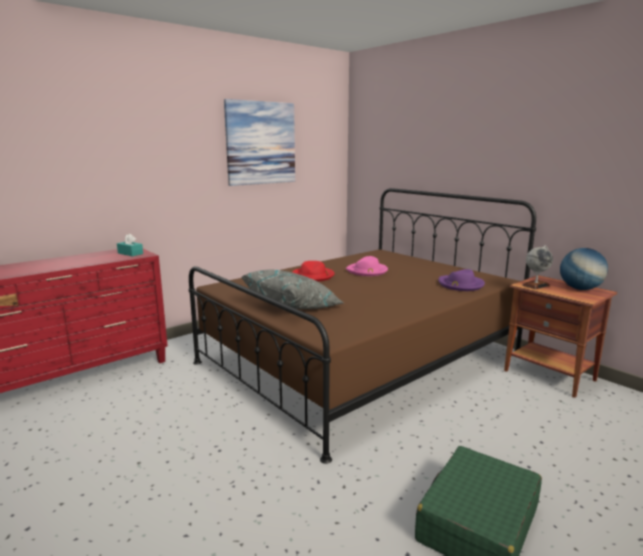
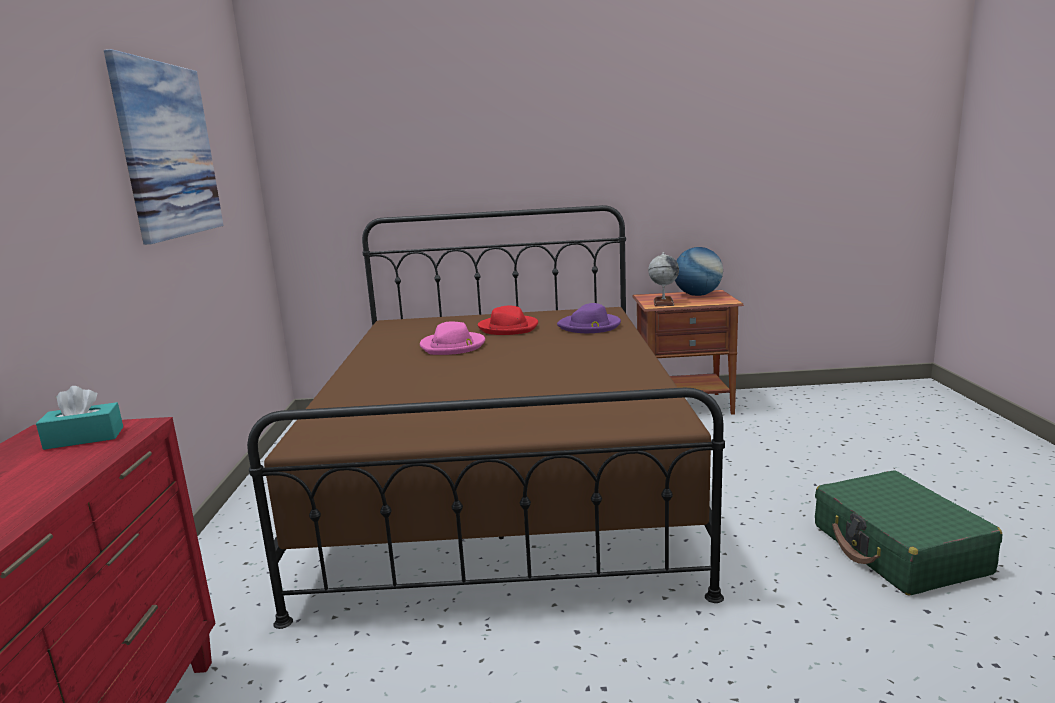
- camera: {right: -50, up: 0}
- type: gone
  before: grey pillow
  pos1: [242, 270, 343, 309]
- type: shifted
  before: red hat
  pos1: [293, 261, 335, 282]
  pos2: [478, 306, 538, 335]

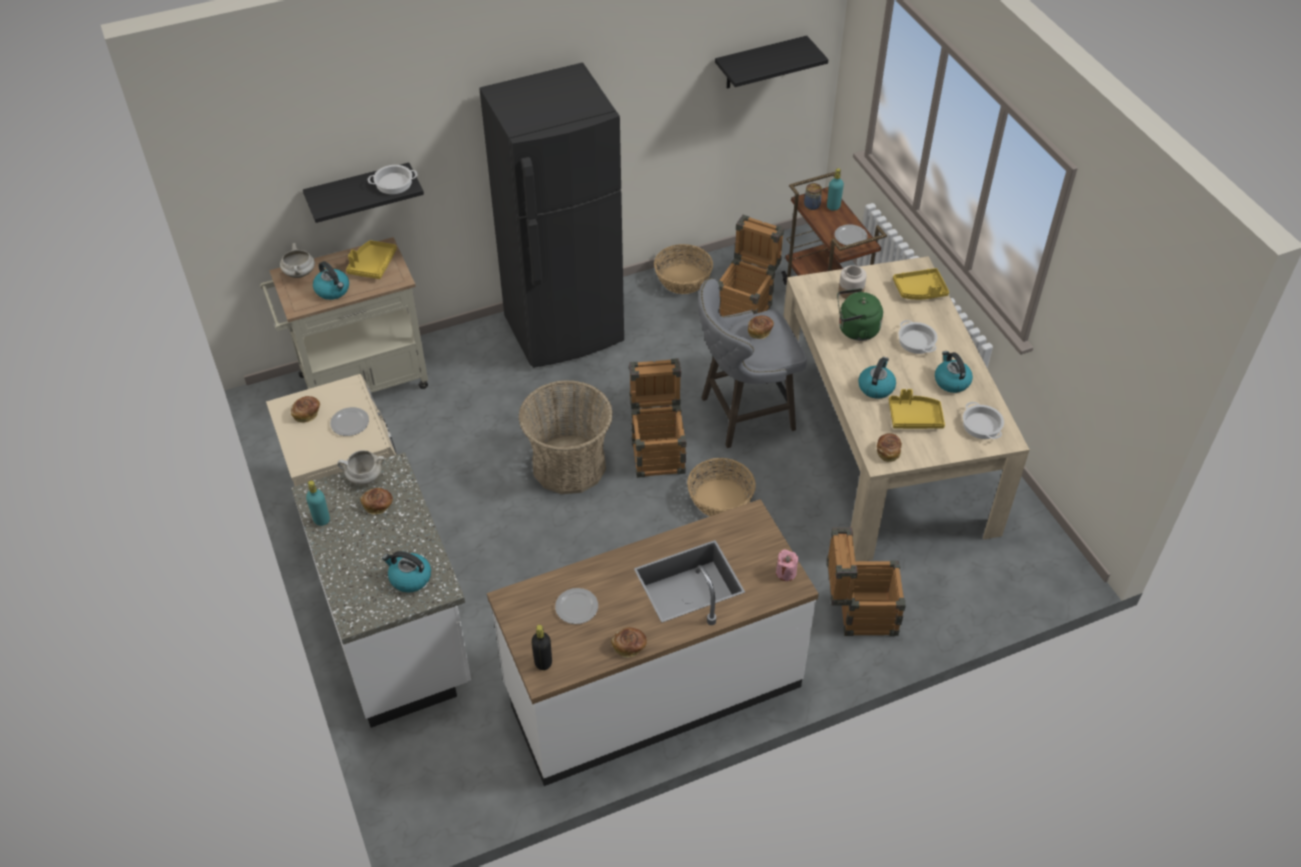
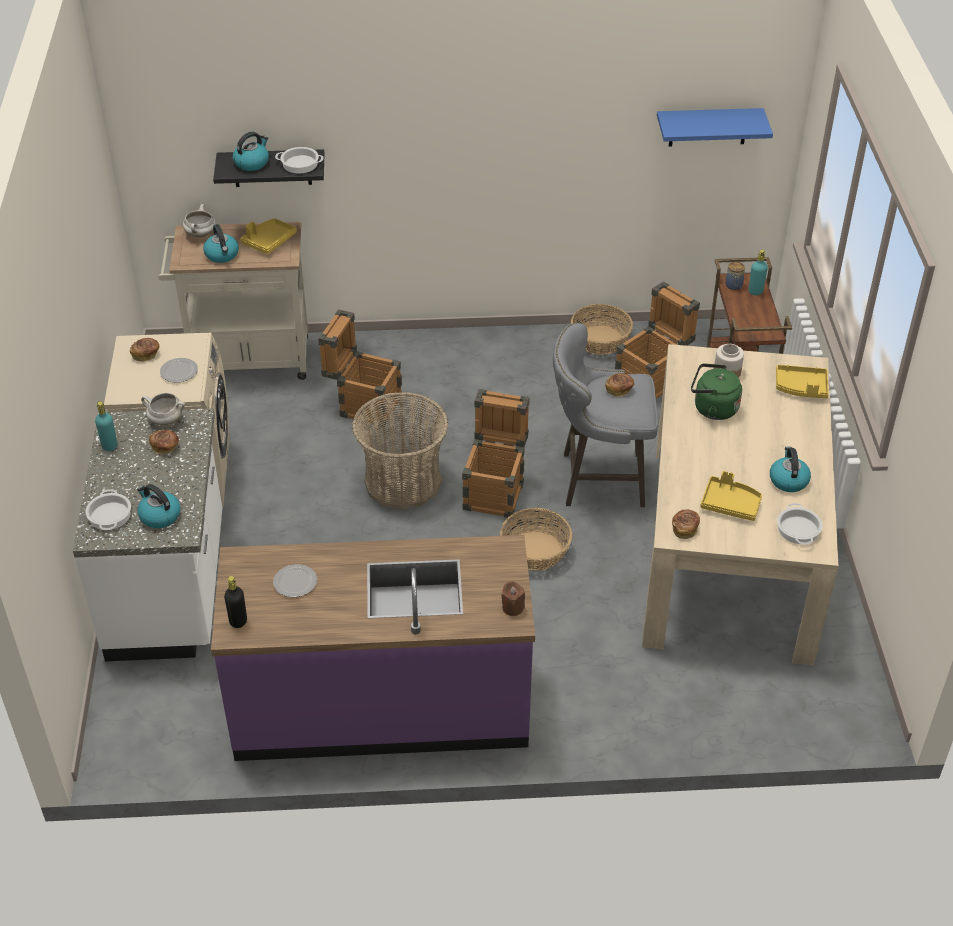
- camera: {right: 20, up: -5}
- type: gone
  before: black fridge
  pos1: [479, 62, 624, 368]
- type: repainted
  before: white counter
  after: purple counter
  pos1: [487, 499, 819, 786]
  pos2: [211, 535, 535, 761]
- type: gone
  before: bread
  pos1: [611, 627, 647, 658]
- type: repainted
  before: black shelf
  after: blue shelf
  pos1: [715, 36, 828, 89]
  pos2: [657, 108, 773, 147]
- type: repainted
  before: pink candle
  after: brown candle
  pos1: [776, 549, 798, 581]
  pos2: [501, 581, 525, 616]
- type: shifted
  before: crate
  pos1: [827, 528, 906, 636]
  pos2: [318, 309, 402, 427]
- type: gone
  before: plate
  pos1: [834, 224, 868, 246]
- type: shifted
  before: kettle
  pos1: [858, 357, 896, 399]
  pos2: [233, 132, 269, 171]
- type: shifted
  before: cooking pot
  pos1: [898, 320, 937, 354]
  pos2: [85, 489, 131, 530]

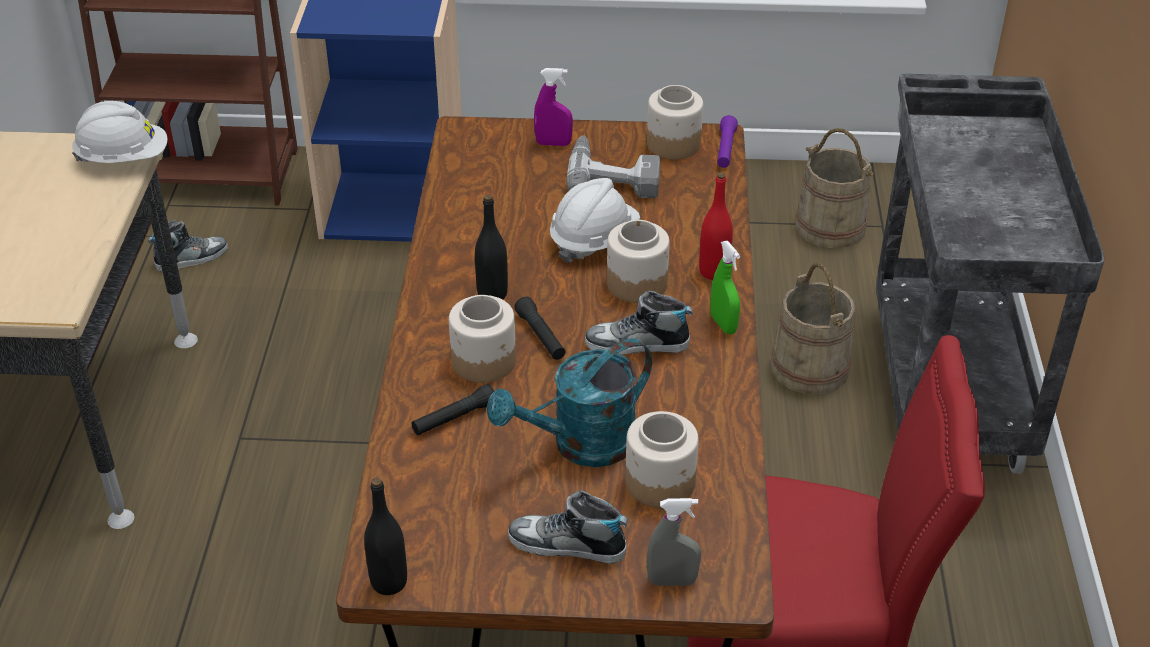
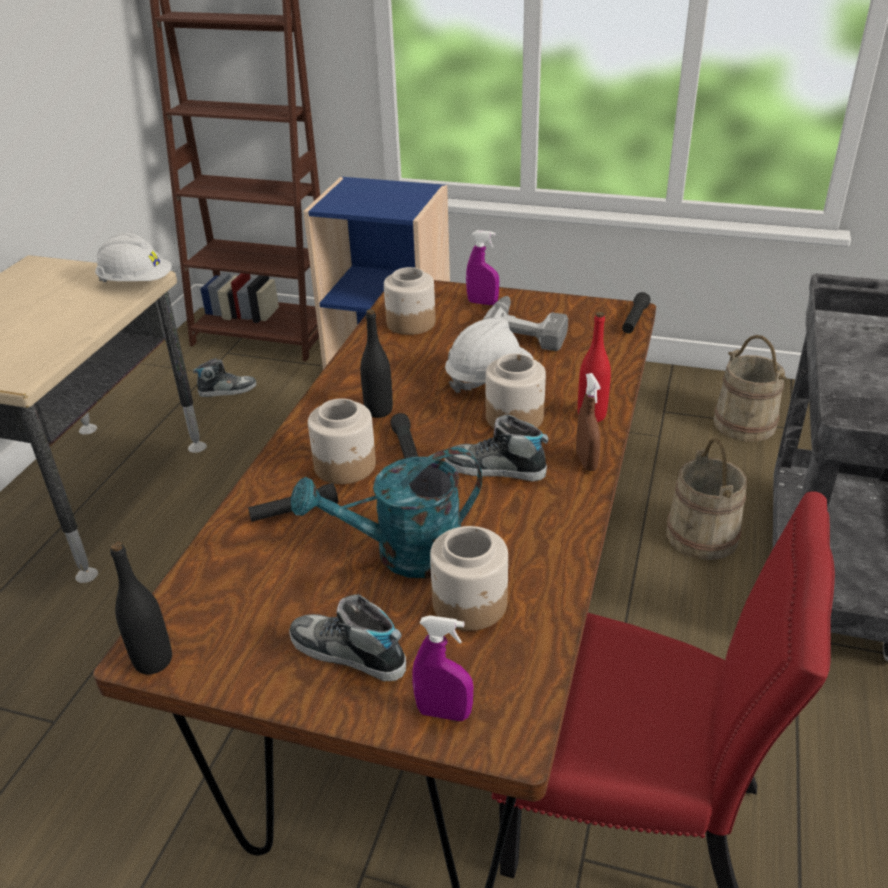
- camera: {right: 15, up: -5}
- type: shifted
  before: jar
  pos1: [647, 85, 703, 160]
  pos2: [384, 267, 435, 335]
- type: repainted
  before: grey spray bottle
  after: purple spray bottle
  pos1: [647, 498, 701, 586]
  pos2: [412, 615, 473, 721]
- type: repainted
  before: green spray bottle
  after: brown spray bottle
  pos1: [710, 241, 740, 334]
  pos2: [576, 373, 601, 471]
- type: repainted
  before: purple flashlight
  after: black flashlight
  pos1: [717, 115, 738, 168]
  pos2: [622, 292, 651, 333]

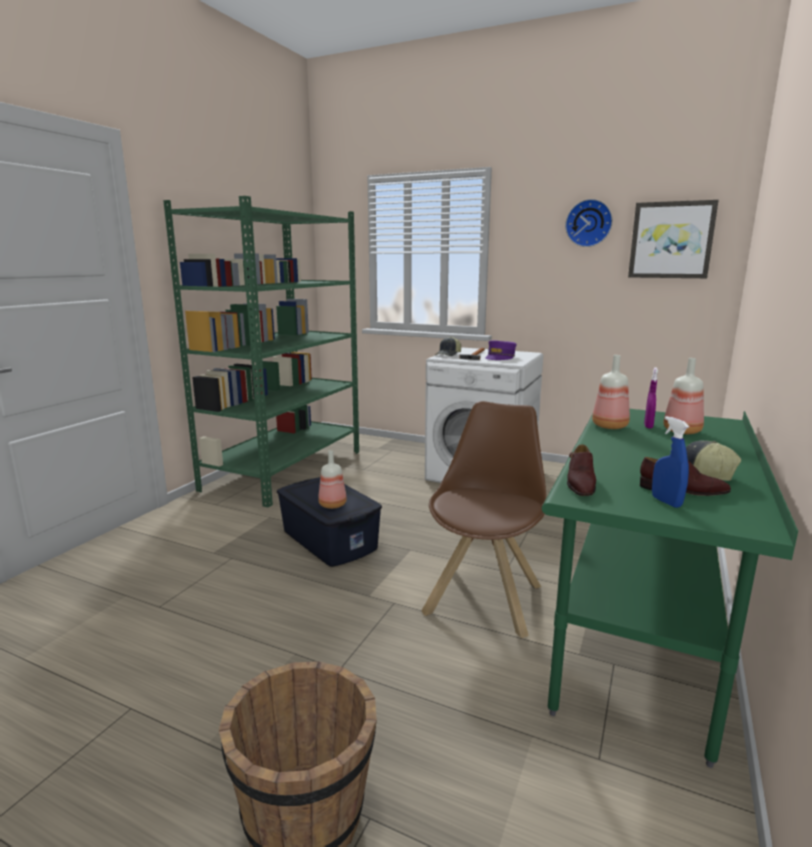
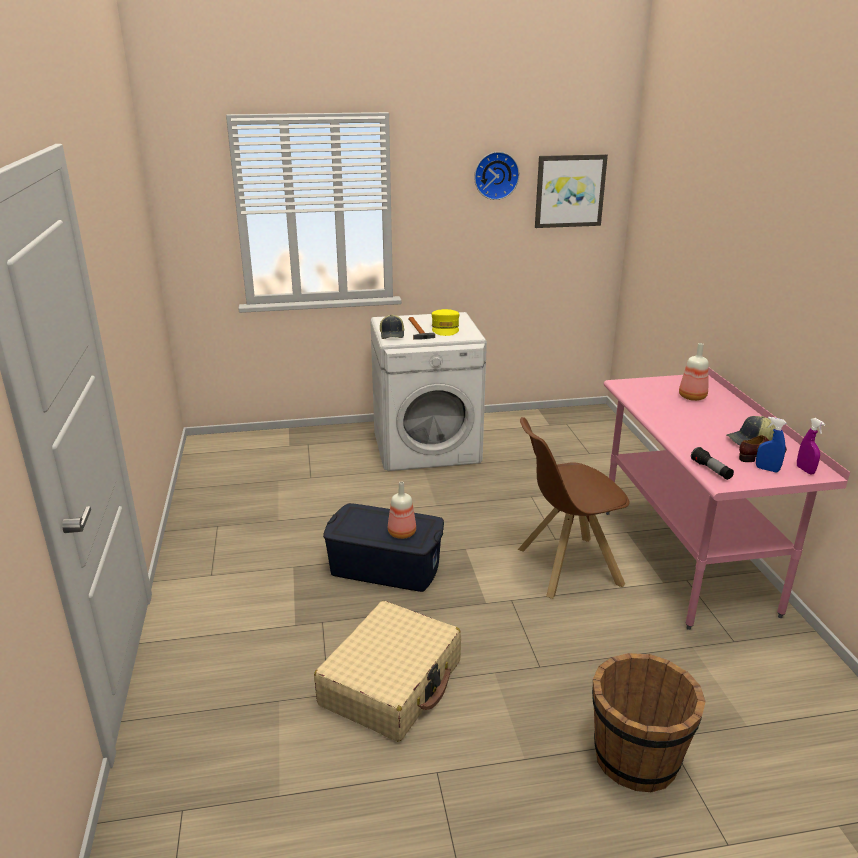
- camera: {right: -35, up: 10}
- type: gone
  before: green bookcase
  pos1: [163, 196, 359, 507]
- type: rotated
  before: brown chair
  pos1: [421, 401, 546, 638]
  pos2: [518, 417, 630, 599]
  turn: -90
- type: repainted
  before: purple cap
  after: yellow cap
  pos1: [485, 340, 517, 360]
  pos2: [431, 309, 460, 336]
- type: repainted
  before: green desk
  after: pink desk
  pos1: [542, 409, 798, 768]
  pos2: [604, 368, 850, 630]
- type: swapped
  before: brown shoe
  after: flashlight
  pos1: [567, 444, 596, 496]
  pos2: [691, 447, 734, 480]
- type: gone
  before: bottle
  pos1: [592, 355, 630, 429]
- type: shifted
  before: purple spray bottle
  pos1: [644, 367, 658, 428]
  pos2: [797, 418, 826, 474]
- type: new
  after: beige suitcase
  pos2: [314, 601, 461, 742]

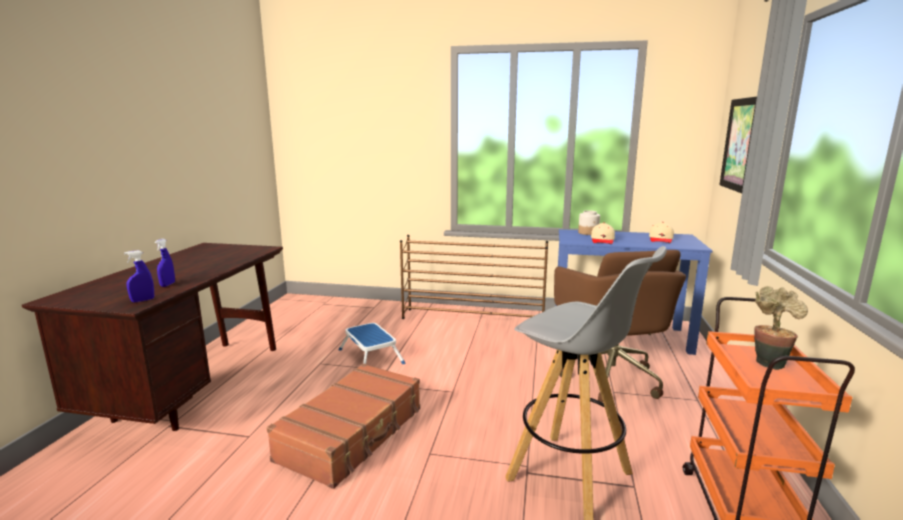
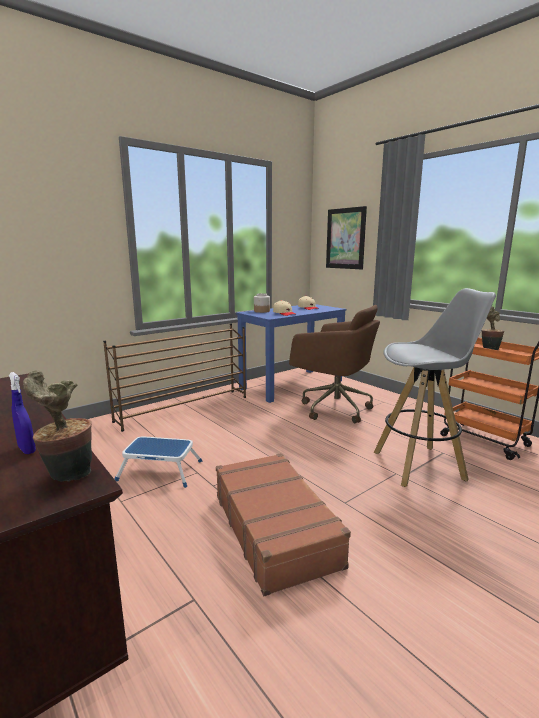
- camera: {right: -50, up: 0}
- type: swapped
  before: blue spray bottle
  after: potted plant
  pos1: [124, 250, 154, 302]
  pos2: [23, 370, 92, 482]

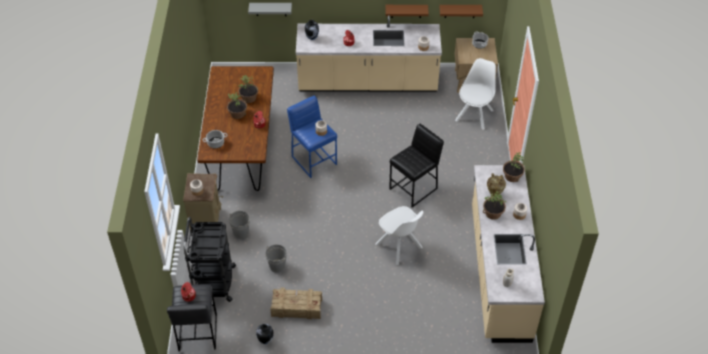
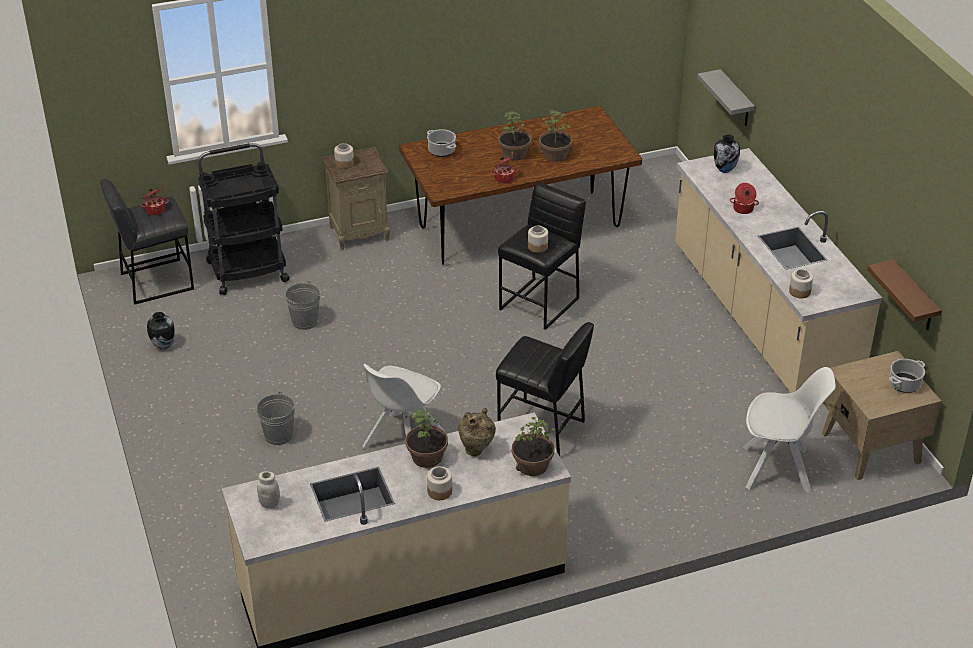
- camera: {right: 70, up: -10}
- type: shifted
  before: grey bucket
  pos1: [229, 211, 250, 238]
  pos2: [257, 391, 295, 445]
- type: gone
  before: crate
  pos1: [270, 288, 322, 319]
- type: repainted
  before: blue stool
  after: black stool
  pos1: [287, 95, 337, 178]
  pos2: [498, 182, 586, 330]
- type: gone
  before: brown shelf
  pos1: [385, 5, 429, 18]

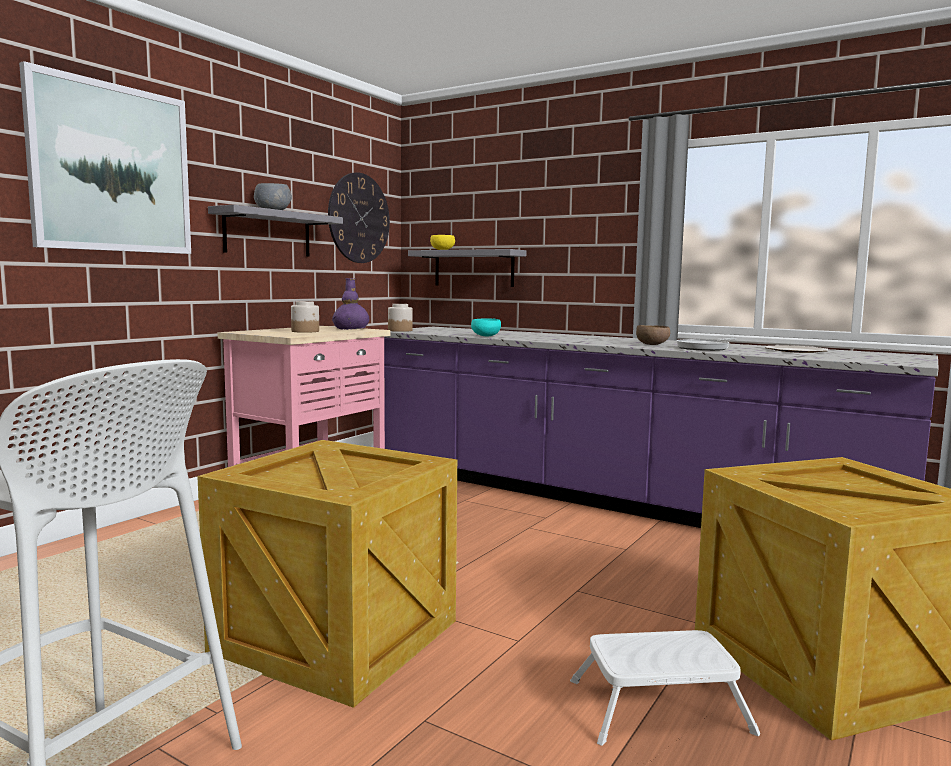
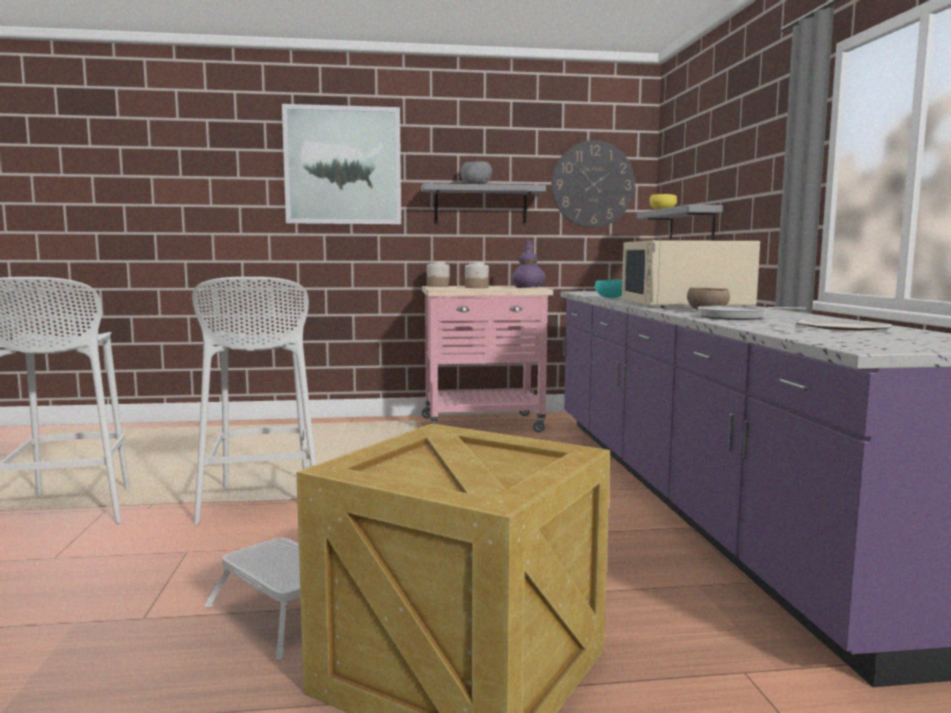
- camera: {right: 50, up: 0}
- type: swapped
  before: crate
  after: white stool
  pos1: [197, 440, 457, 708]
  pos2: [192, 277, 316, 524]
- type: shifted
  before: jar
  pos1: [388, 304, 413, 332]
  pos2: [427, 261, 450, 287]
- type: new
  after: beige microwave
  pos2: [622, 240, 760, 308]

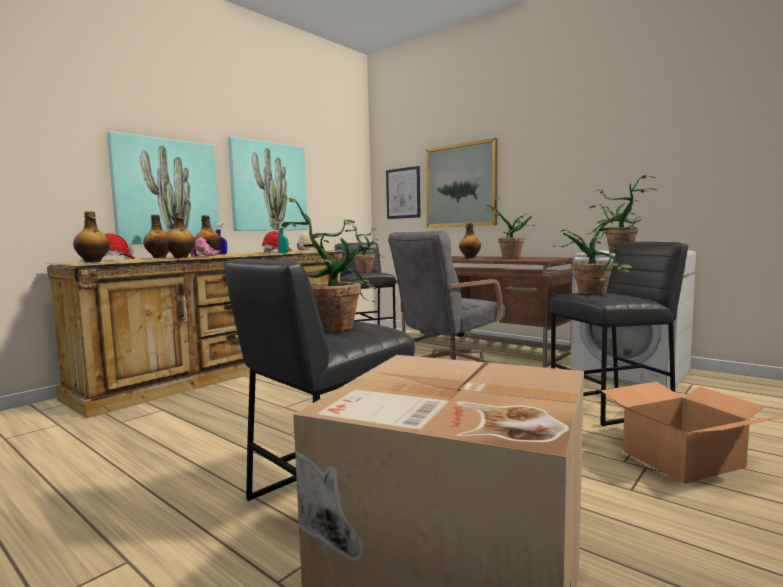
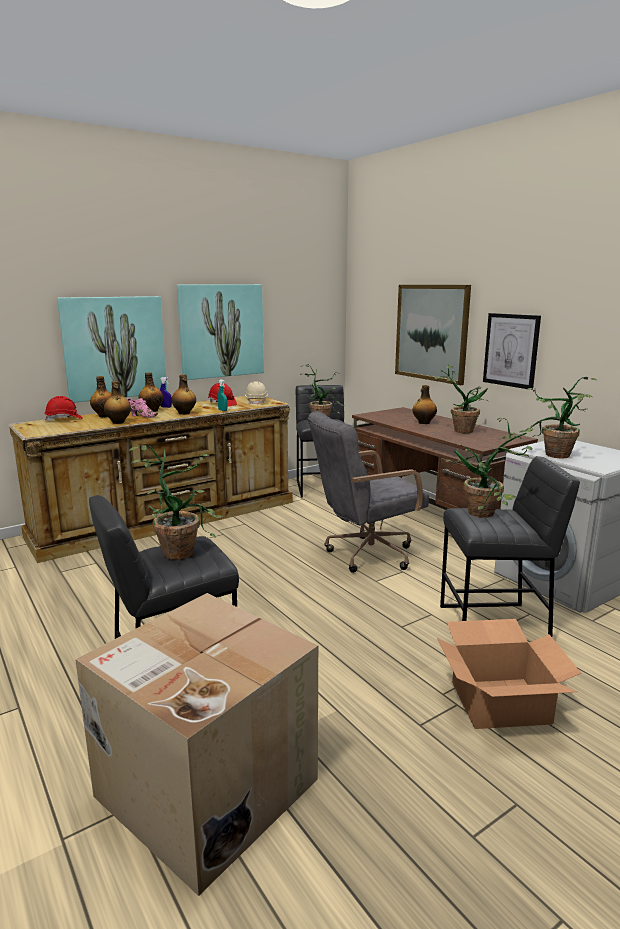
- camera: {right: 15, up: 10}
- type: shifted
  before: bottle
  pos1: [73, 211, 110, 263]
  pos2: [171, 374, 196, 415]
- type: shifted
  before: picture
  pos1: [386, 166, 420, 219]
  pos2: [483, 313, 541, 390]

